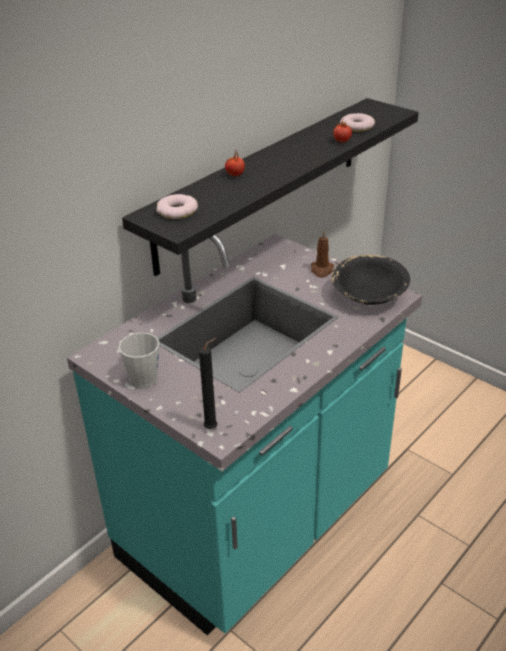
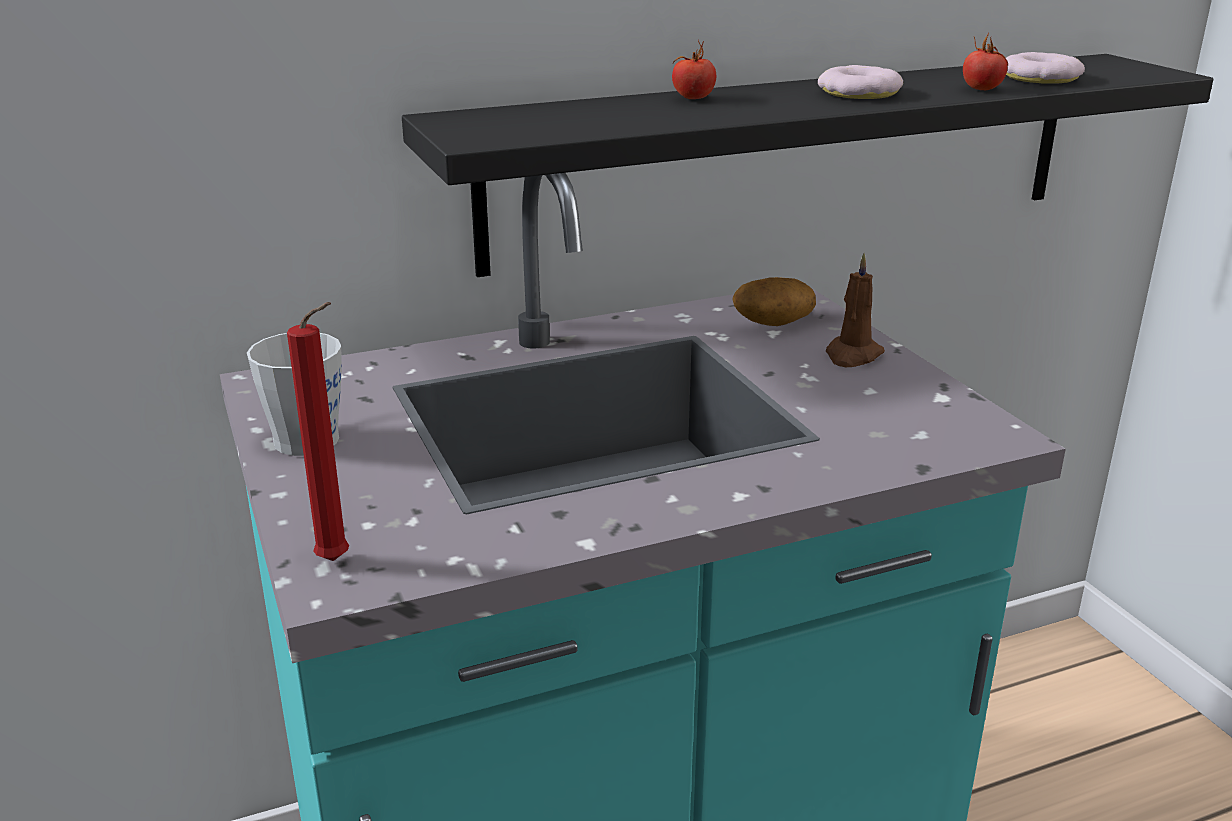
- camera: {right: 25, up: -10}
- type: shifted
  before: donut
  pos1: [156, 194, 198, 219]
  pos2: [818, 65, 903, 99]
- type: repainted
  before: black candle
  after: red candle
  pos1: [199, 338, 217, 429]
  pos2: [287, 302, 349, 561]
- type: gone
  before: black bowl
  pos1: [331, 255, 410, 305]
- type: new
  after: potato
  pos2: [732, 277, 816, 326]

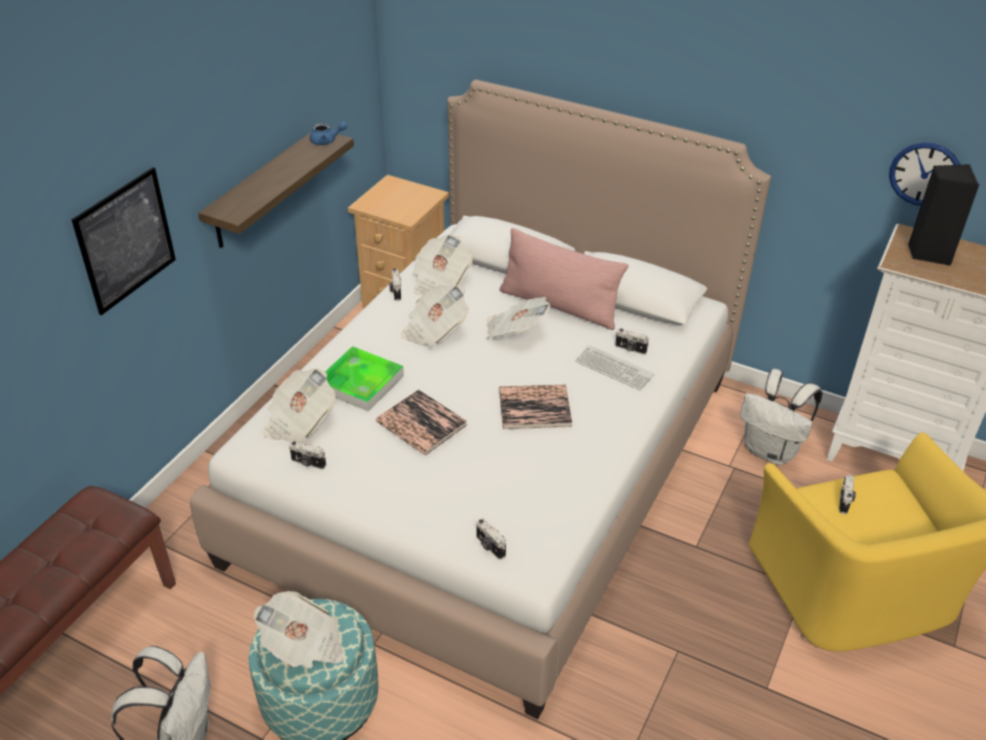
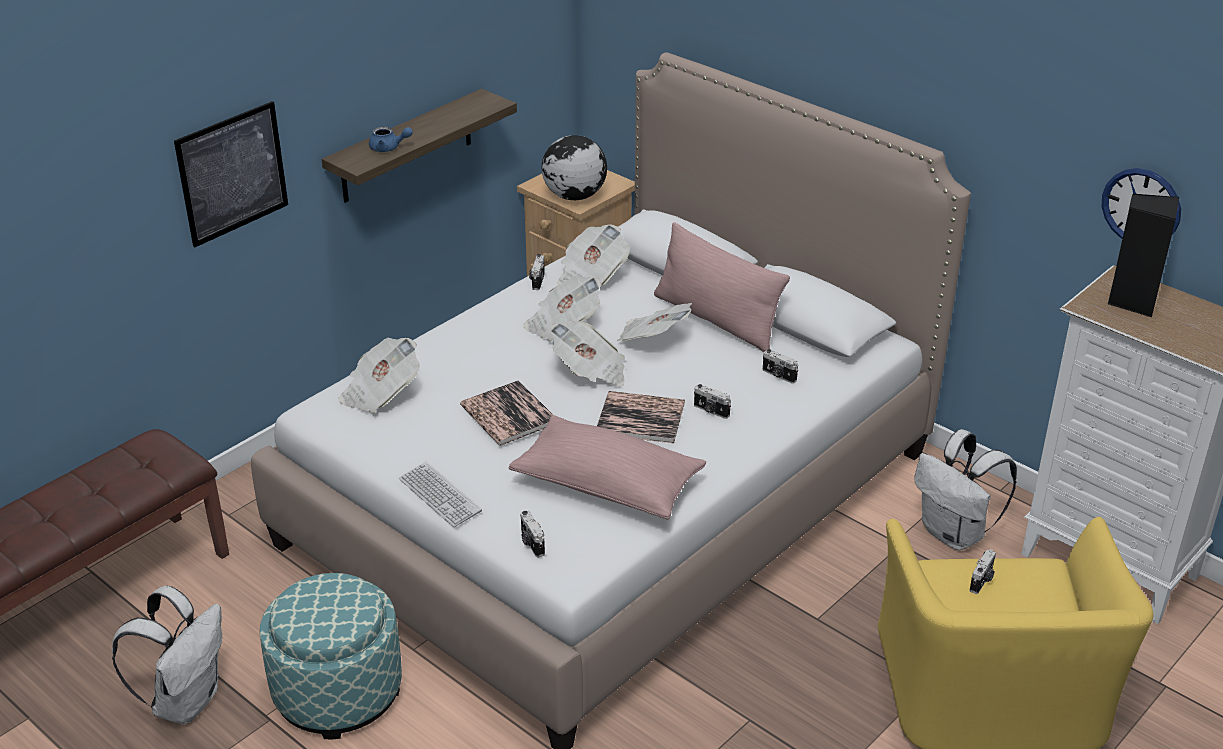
- camera: {right: 15, up: -5}
- type: shifted
  before: newspaper
  pos1: [254, 591, 343, 668]
  pos2: [550, 321, 625, 387]
- type: shifted
  before: photo camera
  pos1: [289, 441, 326, 469]
  pos2: [694, 384, 731, 419]
- type: shifted
  before: blue teapot
  pos1: [310, 122, 348, 145]
  pos2: [369, 127, 413, 152]
- type: gone
  before: tray
  pos1: [325, 346, 404, 412]
- type: shifted
  before: keyboard
  pos1: [575, 345, 654, 391]
  pos2: [399, 462, 482, 527]
- type: new
  after: pink pillow
  pos2: [509, 415, 706, 520]
- type: new
  after: globe
  pos2: [541, 135, 607, 200]

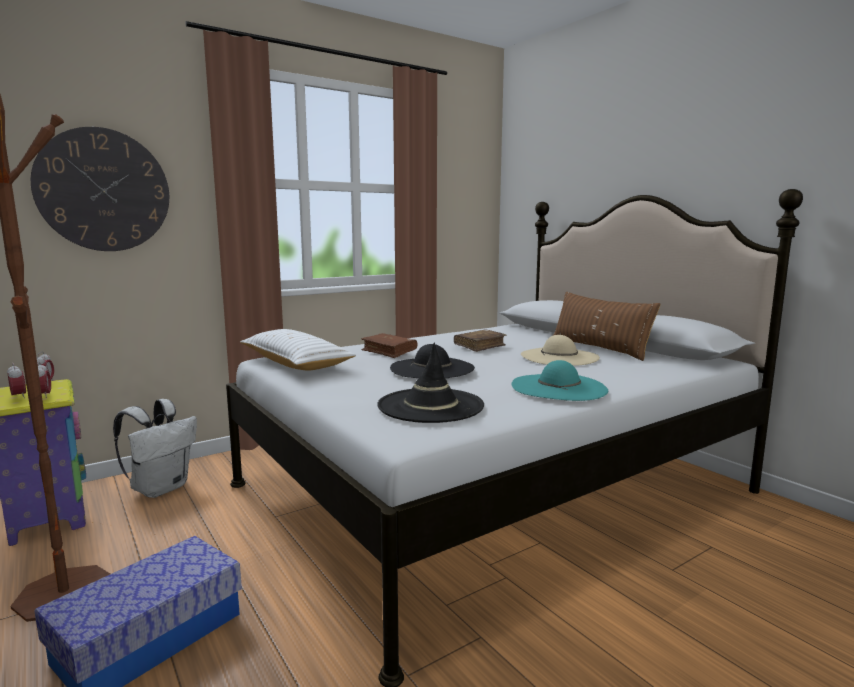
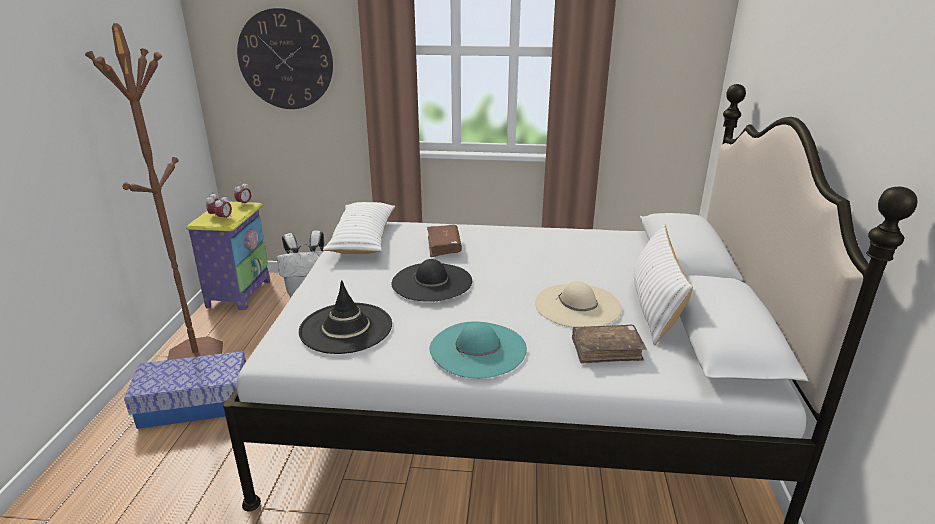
- camera: {right: 40, up: 15}
- type: shifted
  before: brown book
  pos1: [454, 330, 507, 352]
  pos2: [572, 325, 647, 364]
- type: repainted
  before: brown pillow
  after: white pillow
  pos1: [553, 292, 660, 361]
  pos2: [634, 224, 693, 346]

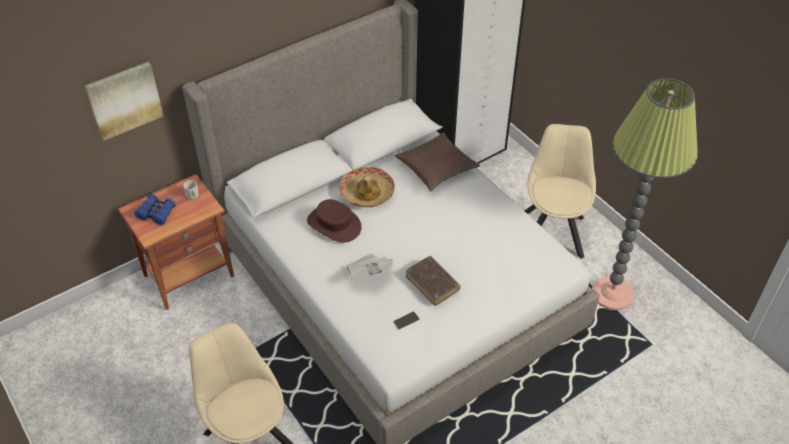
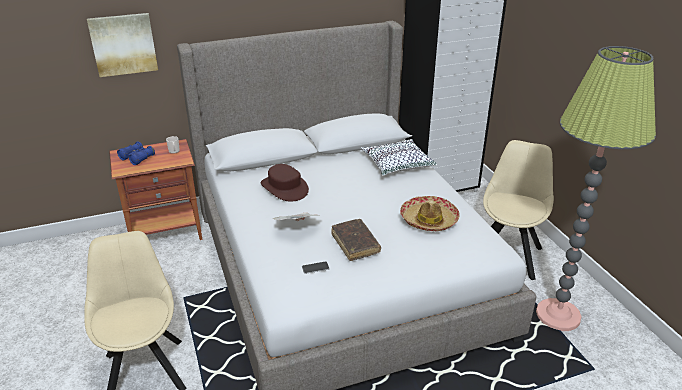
- camera: {right: 15, up: -15}
- type: shifted
  before: hat
  pos1: [339, 167, 395, 207]
  pos2: [400, 196, 460, 231]
- type: repainted
  before: brown pillow
  after: white pillow
  pos1: [395, 132, 480, 191]
  pos2: [361, 139, 437, 176]

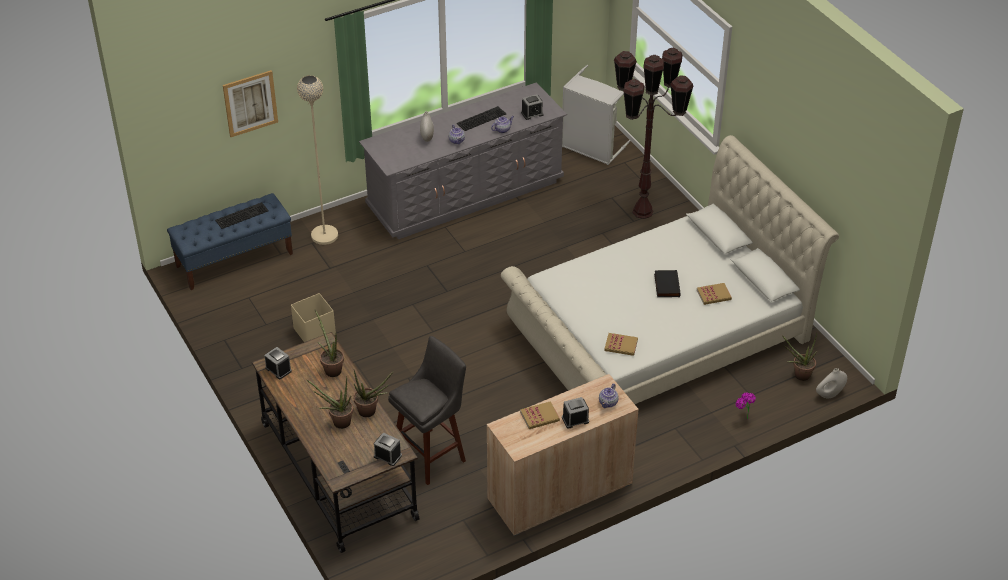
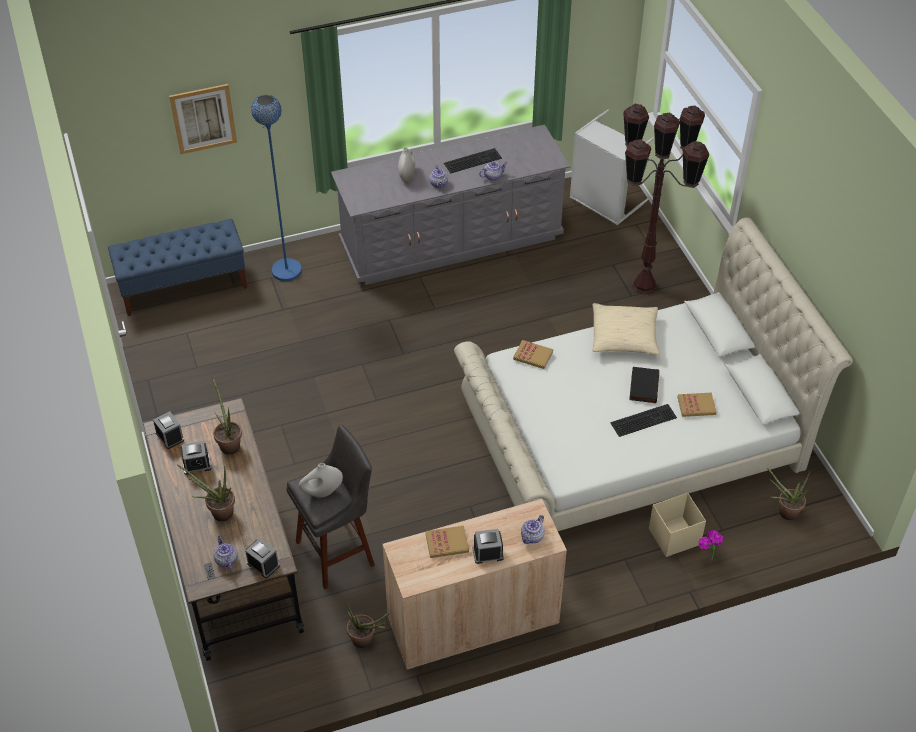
- camera: {right: 10, up: 5}
- type: shifted
  before: keyboard
  pos1: [215, 202, 269, 229]
  pos2: [610, 404, 677, 437]
- type: shifted
  before: beige storage box
  pos1: [291, 293, 336, 342]
  pos2: [649, 493, 706, 557]
- type: repainted
  before: beige floor lamp
  after: blue floor lamp
  pos1: [297, 75, 338, 245]
  pos2: [251, 95, 302, 281]
- type: shifted
  before: potted plant
  pos1: [353, 370, 393, 417]
  pos2: [347, 601, 391, 648]
- type: shifted
  before: alarm clock
  pos1: [521, 94, 544, 120]
  pos2: [181, 441, 211, 475]
- type: shifted
  before: book
  pos1: [604, 333, 638, 356]
  pos2: [513, 340, 553, 369]
- type: shifted
  before: white vase
  pos1: [816, 368, 847, 399]
  pos2: [299, 463, 343, 498]
- type: new
  after: teapot
  pos2: [213, 536, 238, 570]
- type: new
  after: beige pillow
  pos2: [592, 303, 660, 355]

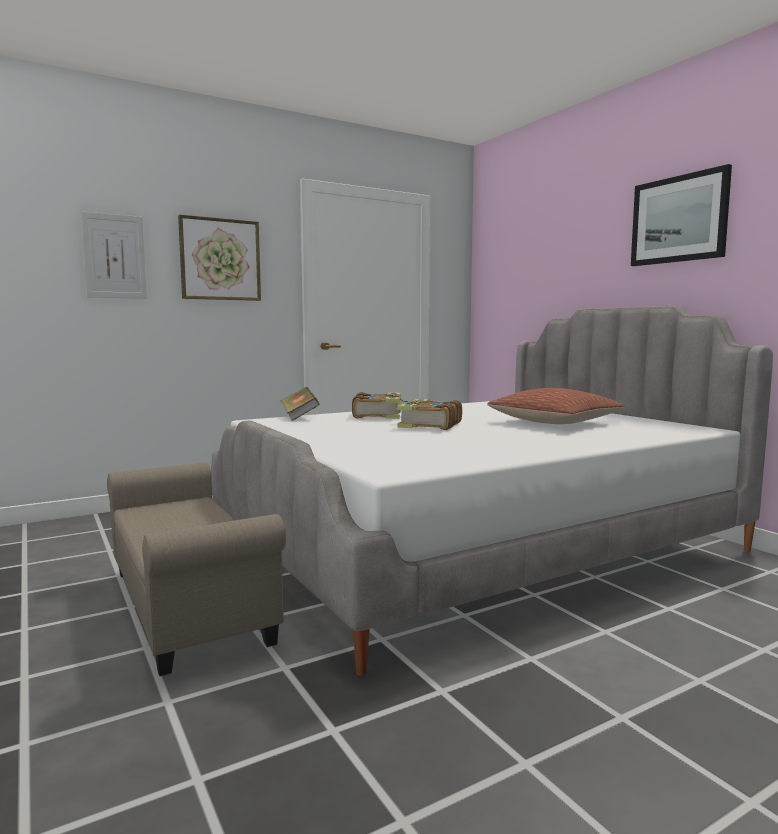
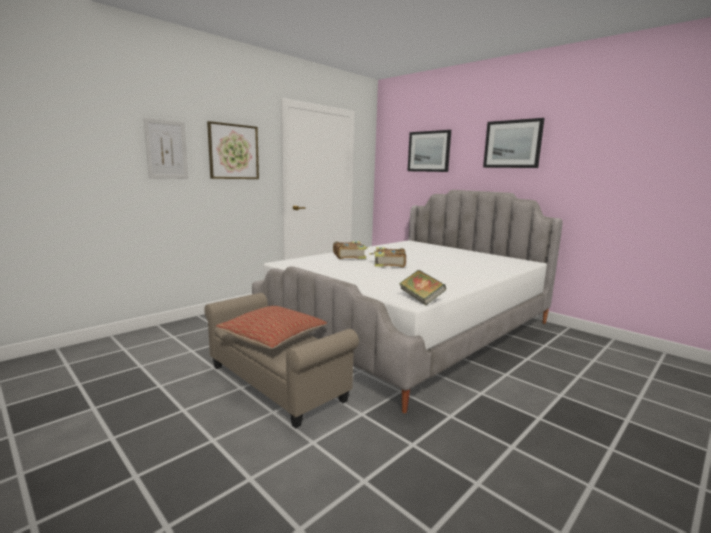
- camera: {right: -15, up: 5}
- type: shifted
  before: book
  pos1: [281, 387, 320, 421]
  pos2: [399, 270, 446, 305]
- type: shifted
  before: pillow
  pos1: [487, 388, 625, 424]
  pos2: [216, 306, 327, 349]
- type: new
  after: picture
  pos2: [408, 130, 451, 172]

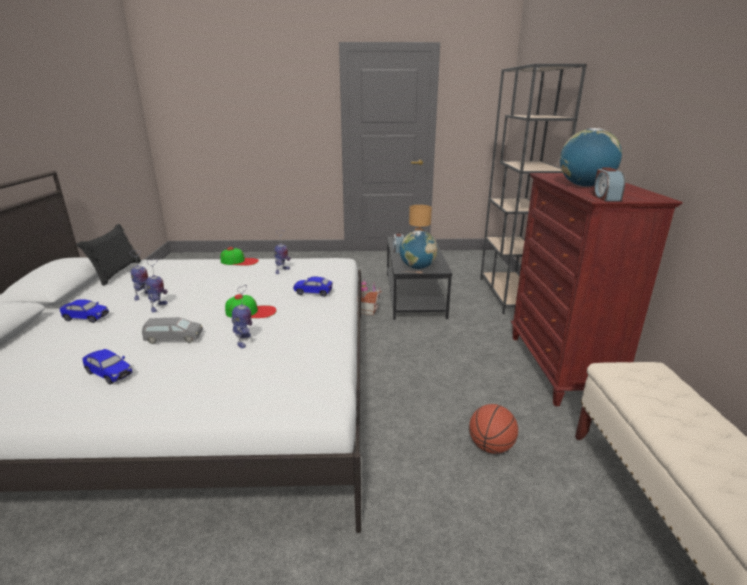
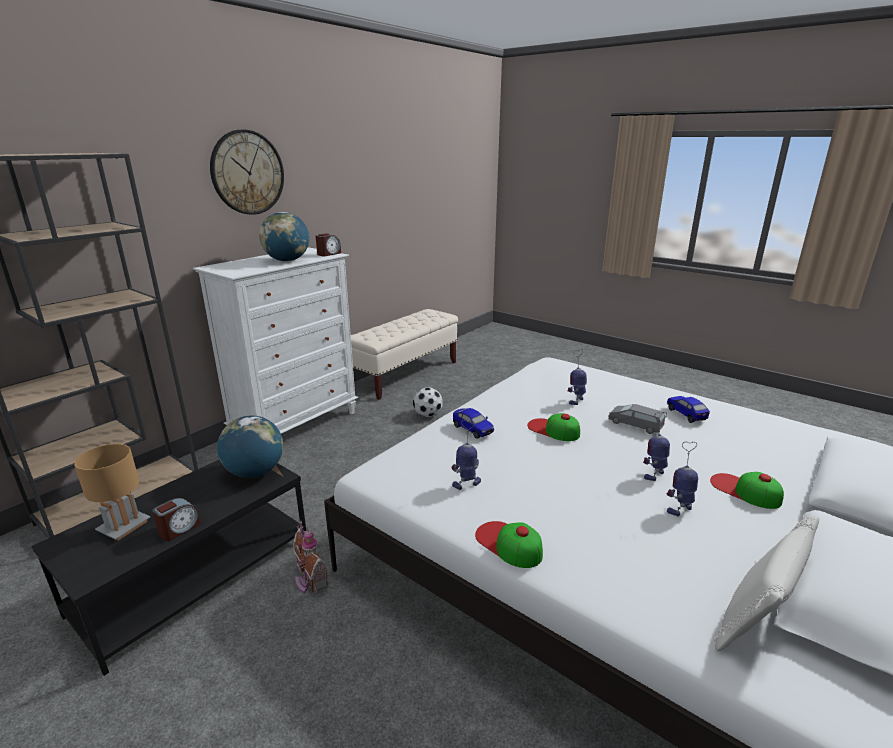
- camera: {right: -140, up: 0}
- type: swapped
  before: toy car
  after: cap
  pos1: [60, 299, 109, 323]
  pos2: [710, 472, 784, 509]
- type: repainted
  before: black pillow
  after: white pillow
  pos1: [76, 224, 141, 286]
  pos2: [714, 516, 819, 651]
- type: swapped
  before: basketball
  after: football
  pos1: [469, 404, 518, 454]
  pos2: [413, 387, 443, 417]
- type: repainted
  before: red dresser
  after: white dresser
  pos1: [511, 173, 683, 406]
  pos2: [193, 247, 358, 434]
- type: new
  after: wall clock
  pos2: [210, 130, 284, 215]

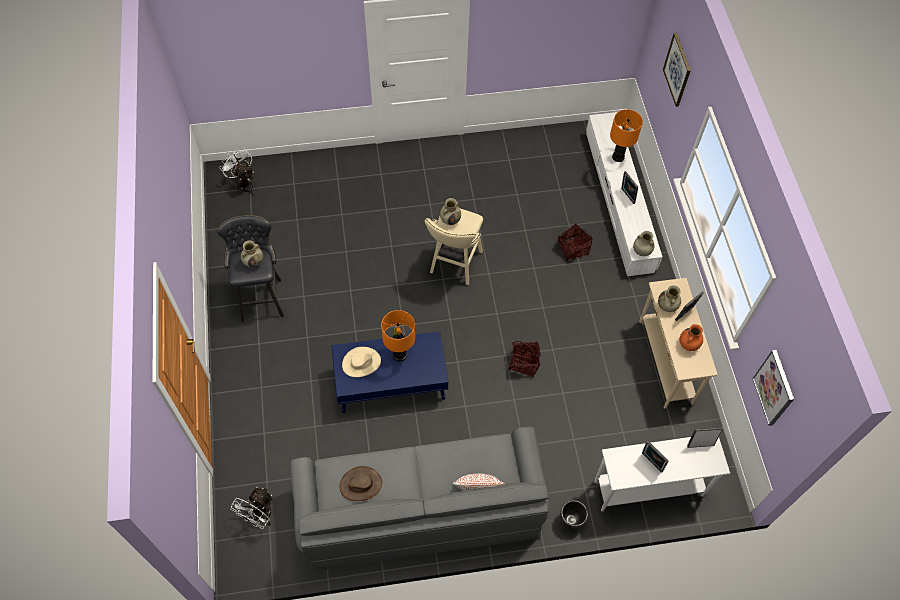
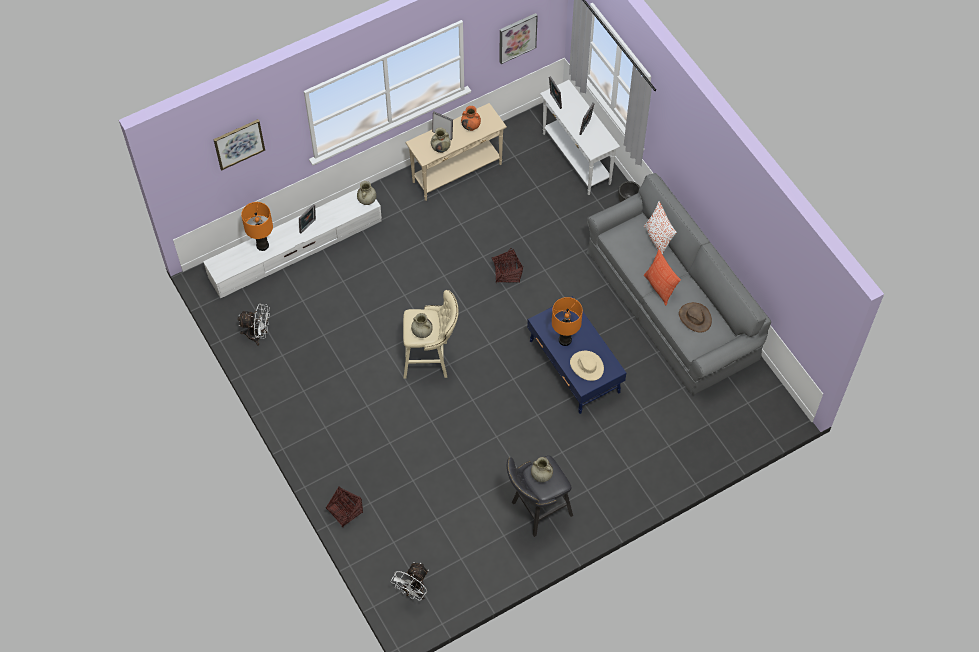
- camera: {right: -110, up: 0}
- type: shifted
  before: white fan
  pos1: [231, 487, 273, 529]
  pos2: [237, 303, 270, 346]
- type: shifted
  before: basket
  pos1: [557, 223, 593, 261]
  pos2: [326, 487, 363, 528]
- type: new
  after: orange pillow
  pos2: [644, 249, 681, 305]

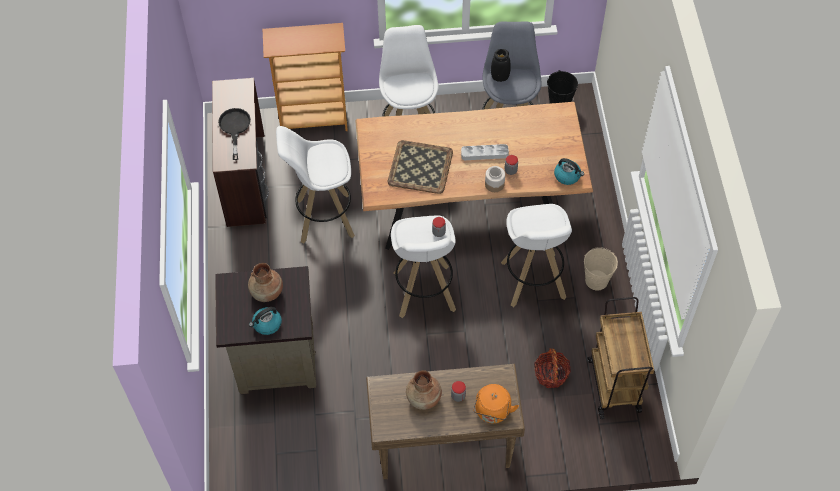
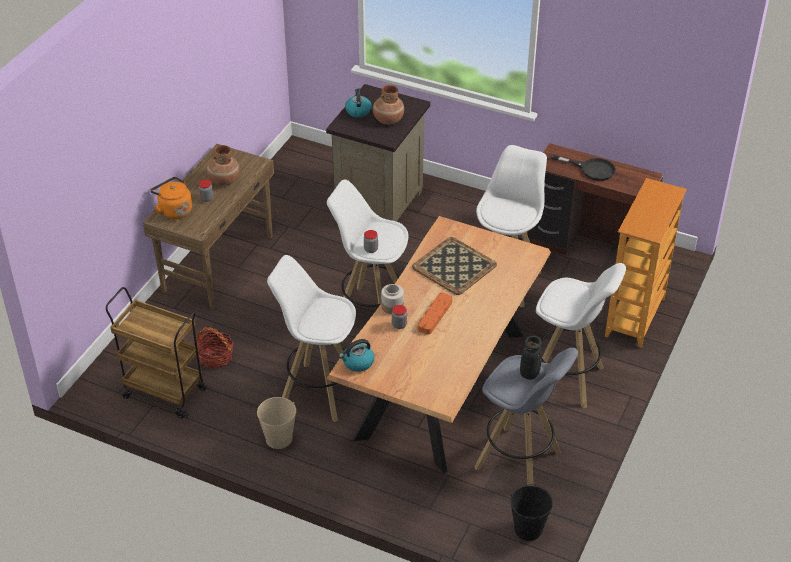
- camera: {right: 120, up: -15}
- type: repainted
  before: grey tray
  after: orange tray
  pos1: [461, 144, 509, 160]
  pos2: [418, 293, 452, 335]

